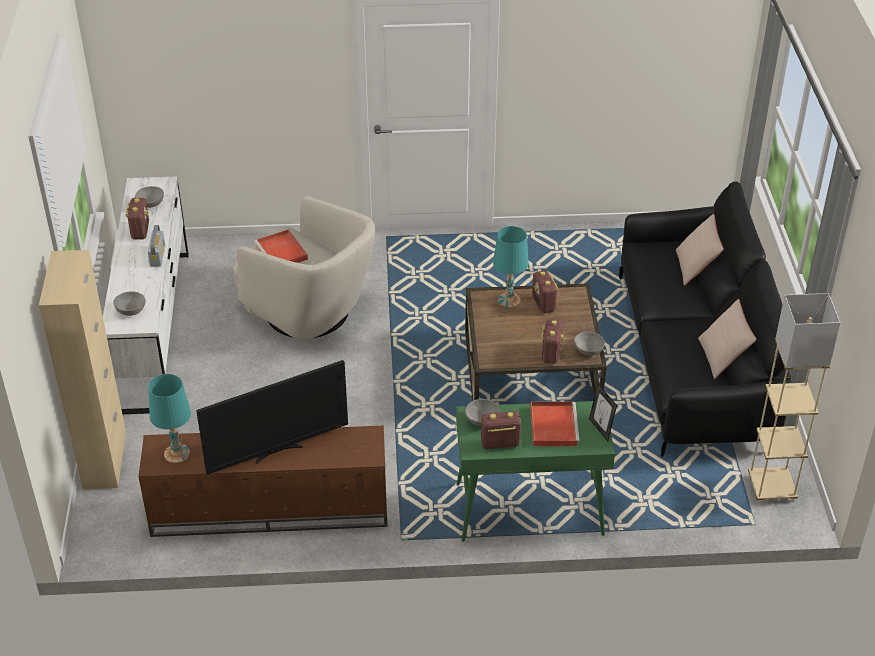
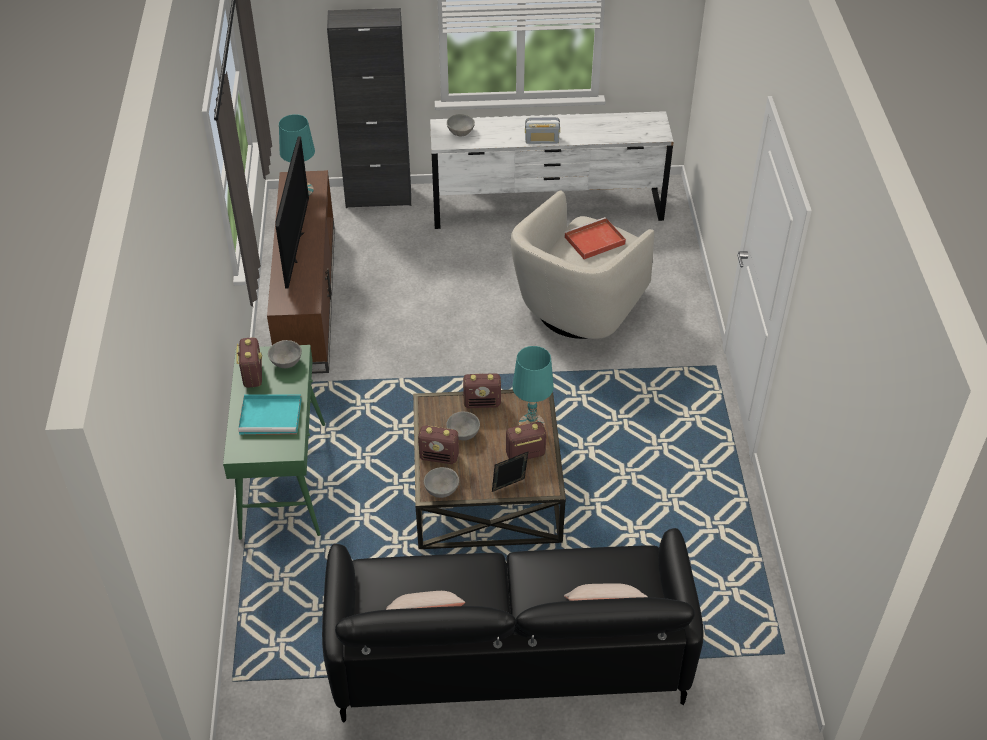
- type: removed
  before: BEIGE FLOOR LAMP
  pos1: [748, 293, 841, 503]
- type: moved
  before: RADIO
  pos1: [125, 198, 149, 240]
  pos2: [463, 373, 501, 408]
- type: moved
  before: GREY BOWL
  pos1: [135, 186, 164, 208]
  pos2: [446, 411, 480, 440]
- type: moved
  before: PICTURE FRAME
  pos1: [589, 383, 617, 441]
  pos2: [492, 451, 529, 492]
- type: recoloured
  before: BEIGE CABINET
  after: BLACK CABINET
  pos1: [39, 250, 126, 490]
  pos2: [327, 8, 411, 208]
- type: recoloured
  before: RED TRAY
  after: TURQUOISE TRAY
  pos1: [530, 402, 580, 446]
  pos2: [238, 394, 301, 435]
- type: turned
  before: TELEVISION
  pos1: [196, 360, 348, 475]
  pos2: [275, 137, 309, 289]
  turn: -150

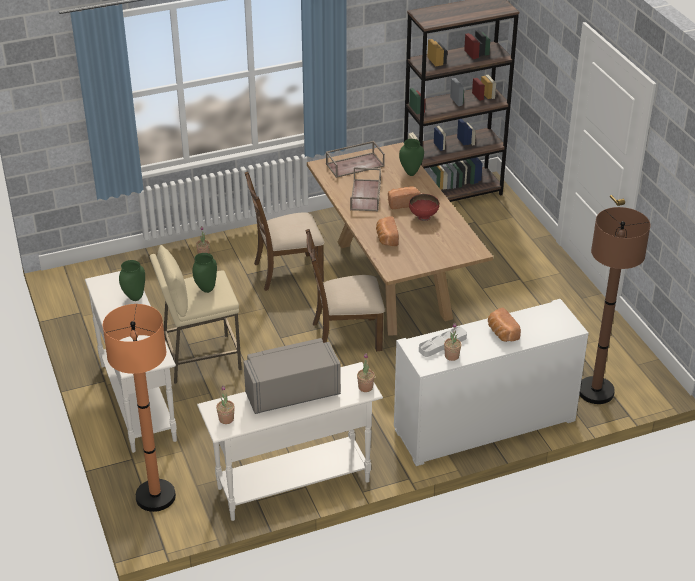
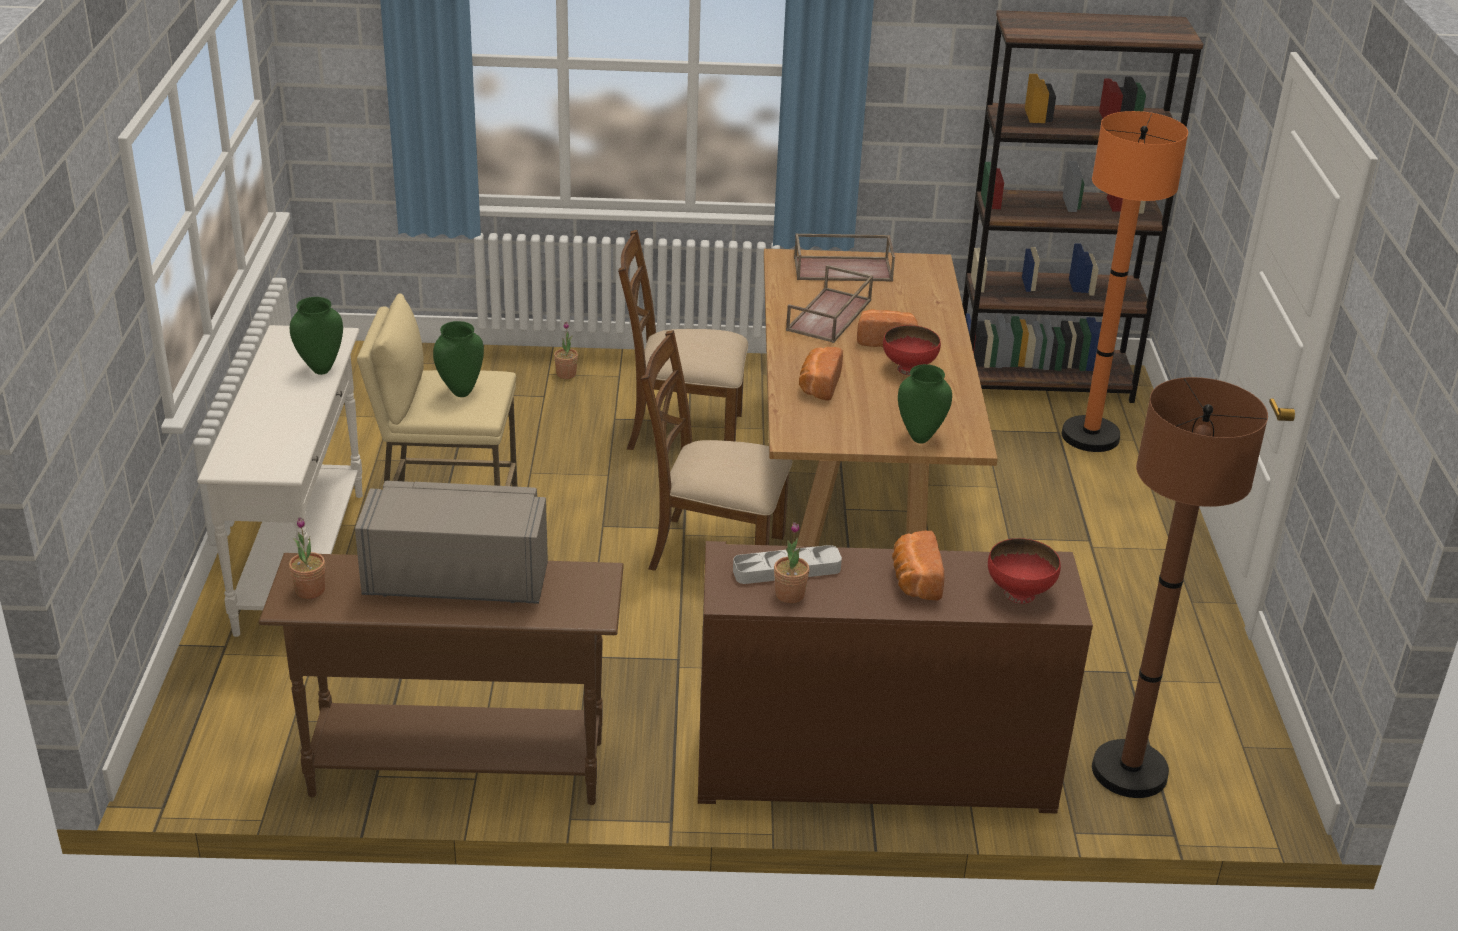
- type: removed
  before: POTTED PLANT
  pos1: [357, 353, 375, 392]
- type: added
  after: RED BOWL
  pos2: [988, 538, 1061, 604]
- type: moved
  before: ORANGE FLOOR LAMP
  pos1: [103, 304, 176, 512]
  pos2: [1062, 111, 1188, 452]
- type: moved
  before: GREEN VASE
  pos1: [399, 139, 424, 176]
  pos2: [898, 364, 952, 444]
- type: recoloured
  before: WHITE CONSOLE TABLE
  after: BROWN CONSOLE TABLE
  pos1: [197, 362, 383, 521]
  pos2: [259, 553, 624, 805]
- type: recoloured
  before: WHITE CABINET
  after: BROWN CABINET
  pos1: [394, 299, 589, 466]
  pos2: [698, 541, 1093, 814]

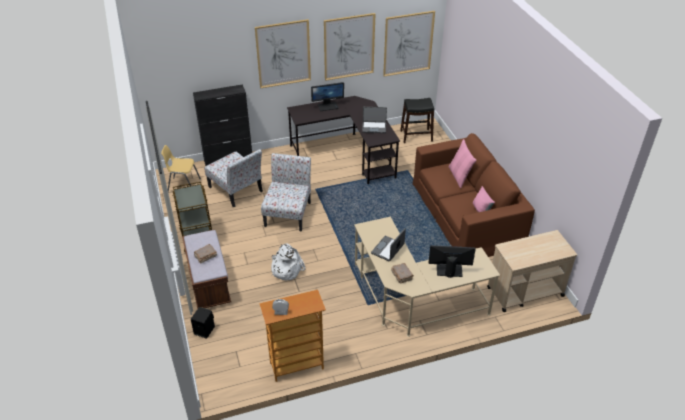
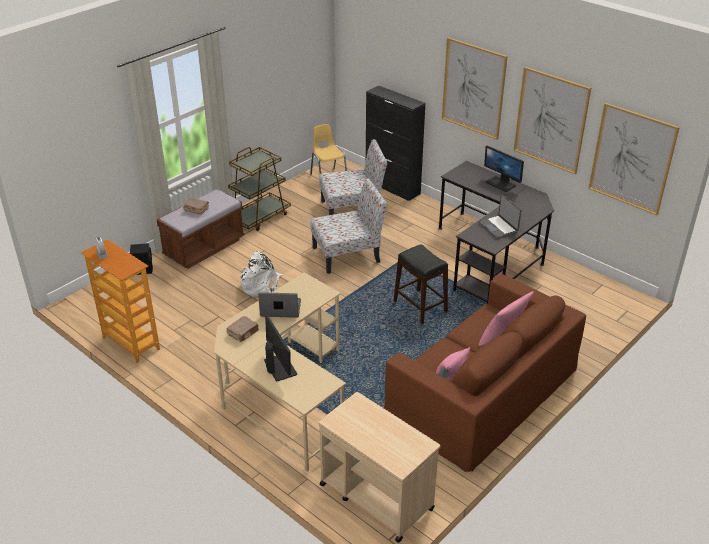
- type: moved
  before: BLACK STOOL
  pos1: [400, 98, 434, 143]
  pos2: [394, 245, 448, 325]
- type: turned
  before: CHAIR
  pos1: [204, 149, 263, 207]
  pos2: [319, 139, 387, 215]
  turn: -120

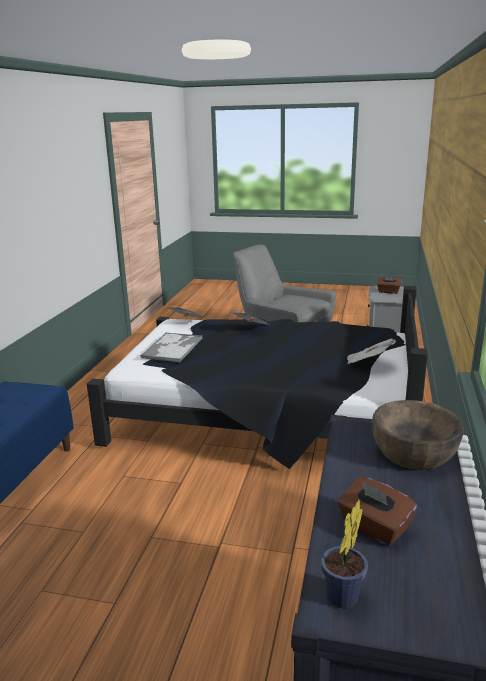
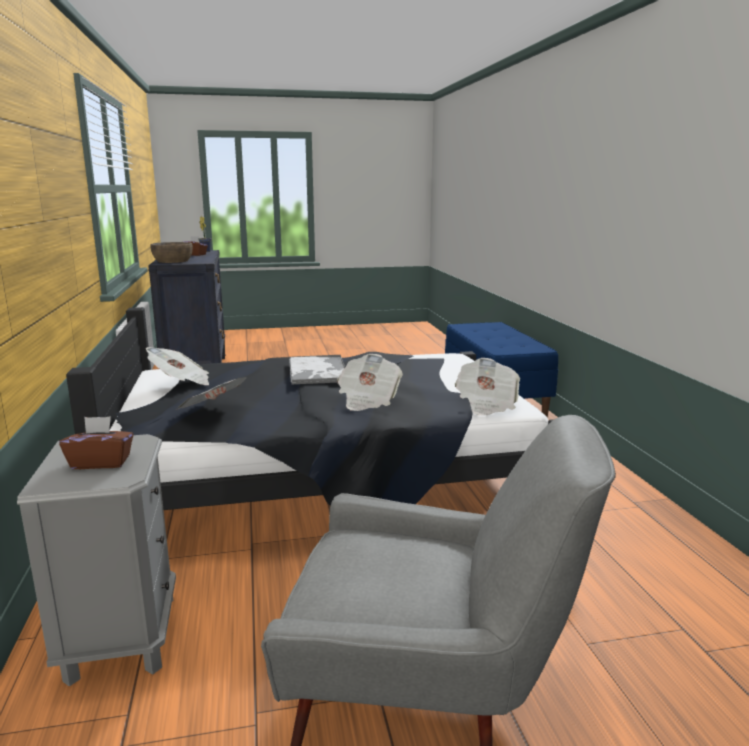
- type: added
  after: NEWSPAPER
  pos2: [175, 377, 247, 410]
- type: moved
  before: TRAY
  pos1: [140, 333, 203, 362]
  pos2: [289, 355, 345, 384]

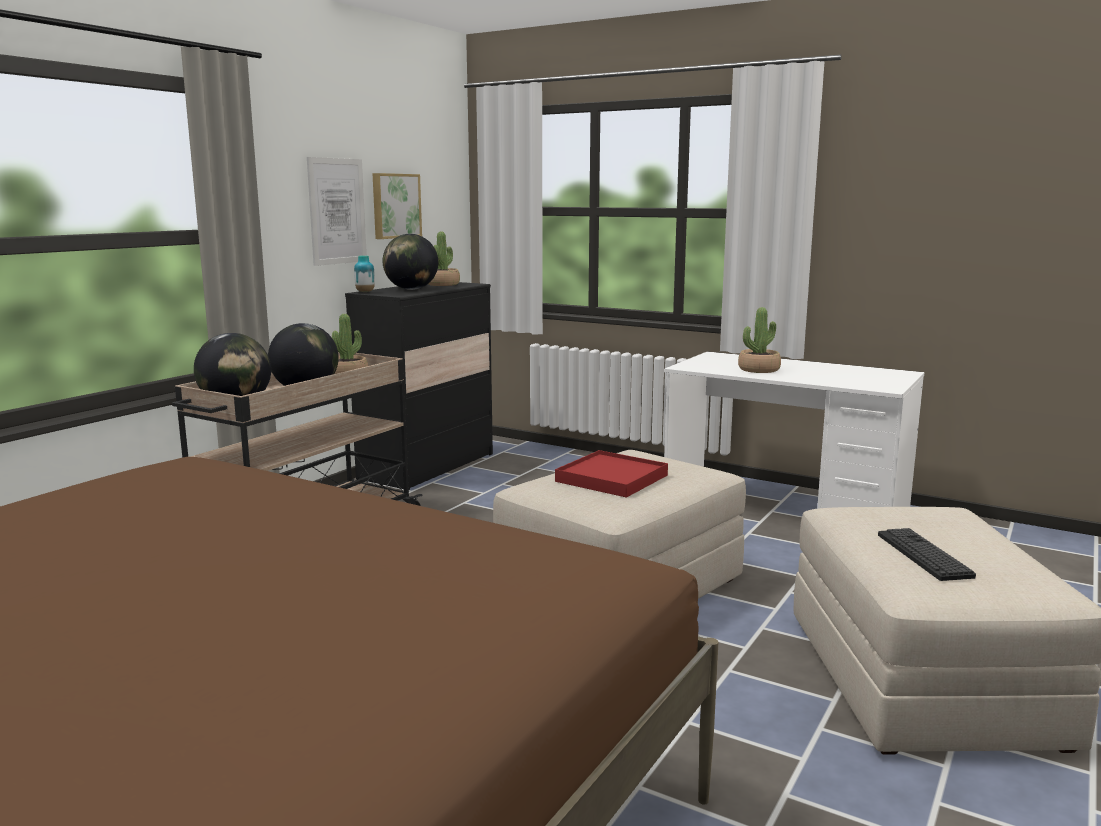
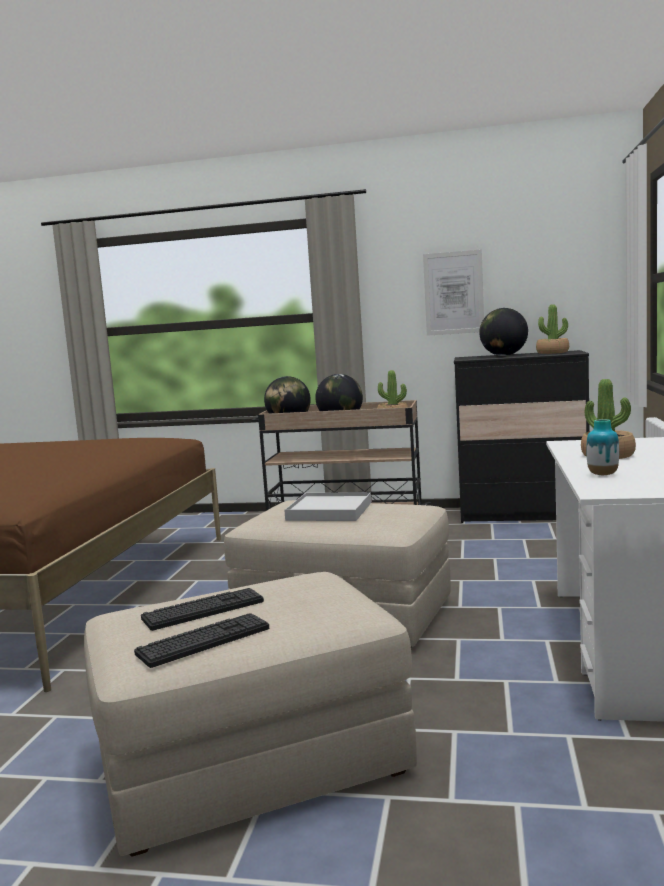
- type: removed
  before: PICTURE
  pos1: [372, 173, 422, 239]
- type: added
  after: KEYBOARD
  pos2: [134, 613, 269, 668]
- type: moved
  before: VASE
  pos1: [354, 255, 375, 292]
  pos2: [586, 419, 619, 475]
- type: recoloured
  before: RED TRAY
  after: WHITE TRAY
  pos1: [555, 450, 668, 498]
  pos2: [284, 492, 371, 521]

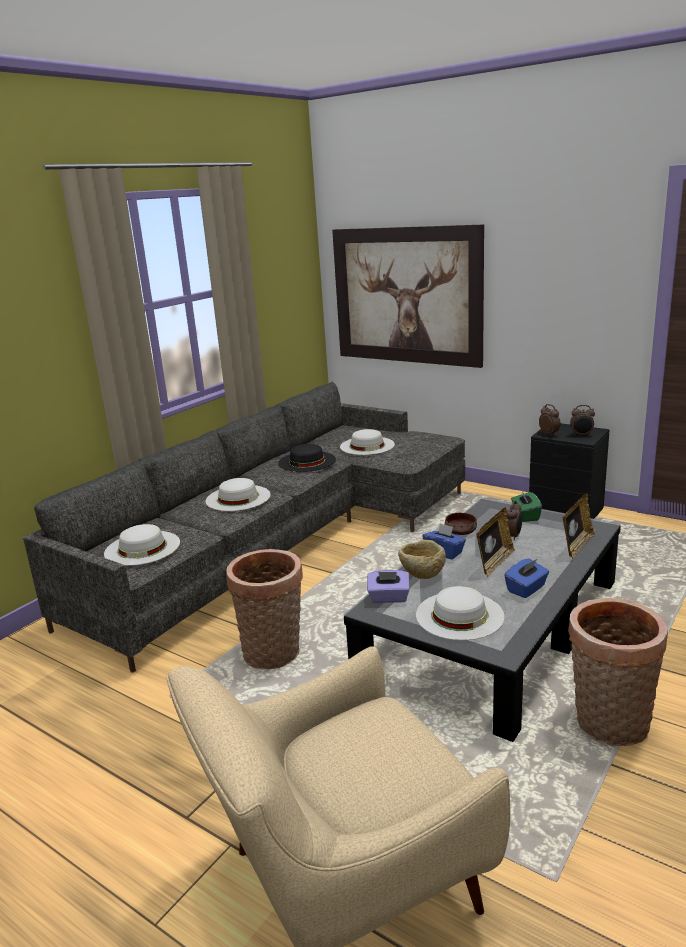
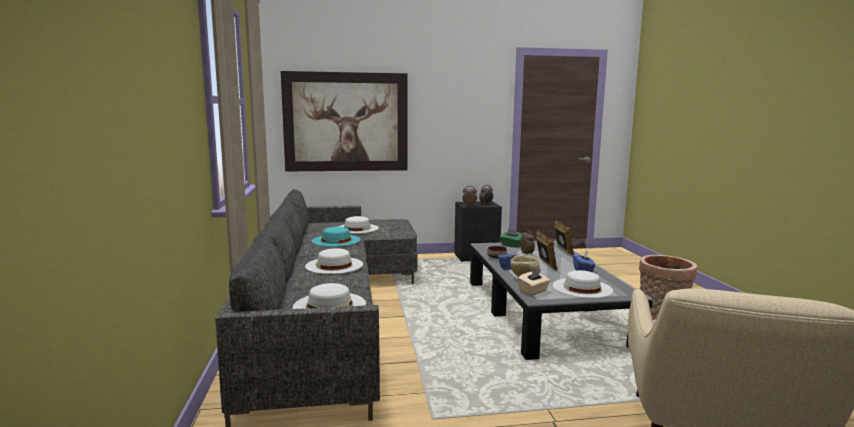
- type: removed
  before: BASKET
  pos1: [226, 549, 303, 669]
- type: recoloured
  before: BLACK HAT
  after: TURQUOISE HAT
  pos1: [278, 444, 336, 472]
  pos2: [312, 227, 360, 247]
- type: recoloured
  before: PURPLE TISSUE BOX
  after: BEIGE TISSUE BOX
  pos1: [367, 570, 410, 603]
  pos2: [518, 269, 550, 296]

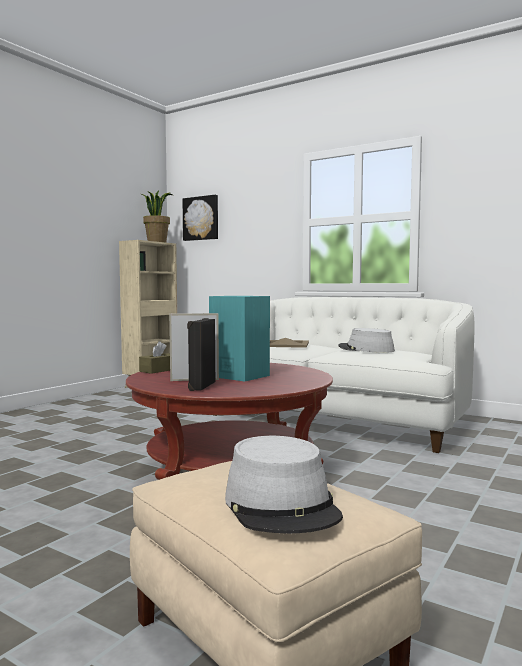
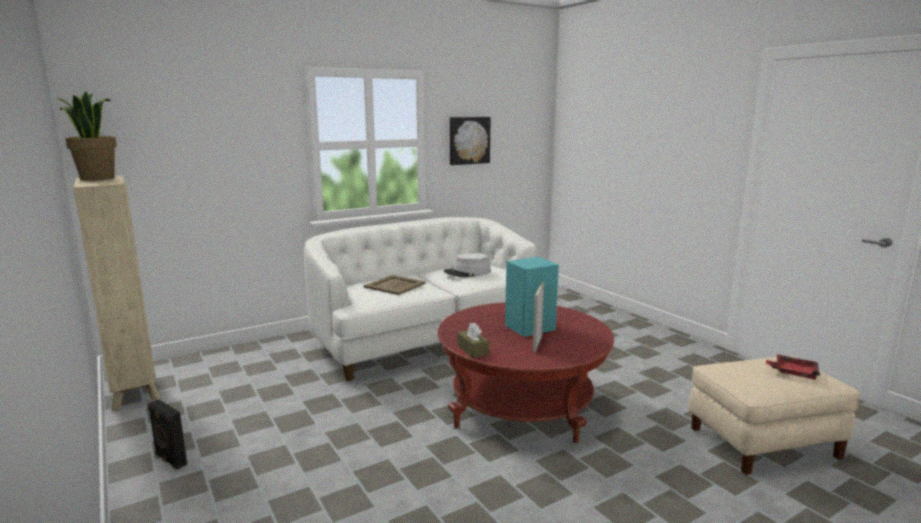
- type: moved
  before: PICTURE
  pos1: [182, 195, 218, 241]
  pos2: [450, 117, 491, 165]
- type: moved
  before: BLACK SPEAKER
  pos1: [187, 318, 215, 391]
  pos2: [148, 400, 187, 470]
- type: replaced
  before: GREY HAT
  after: RED TRAY
  pos1: [225, 436, 343, 533]
  pos2: [766, 354, 820, 380]

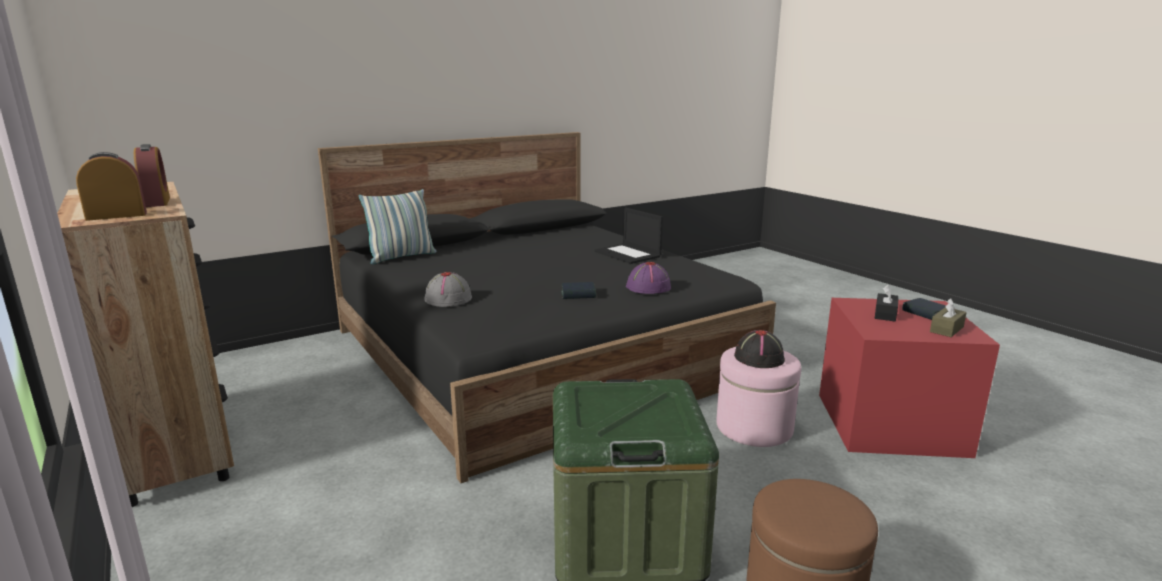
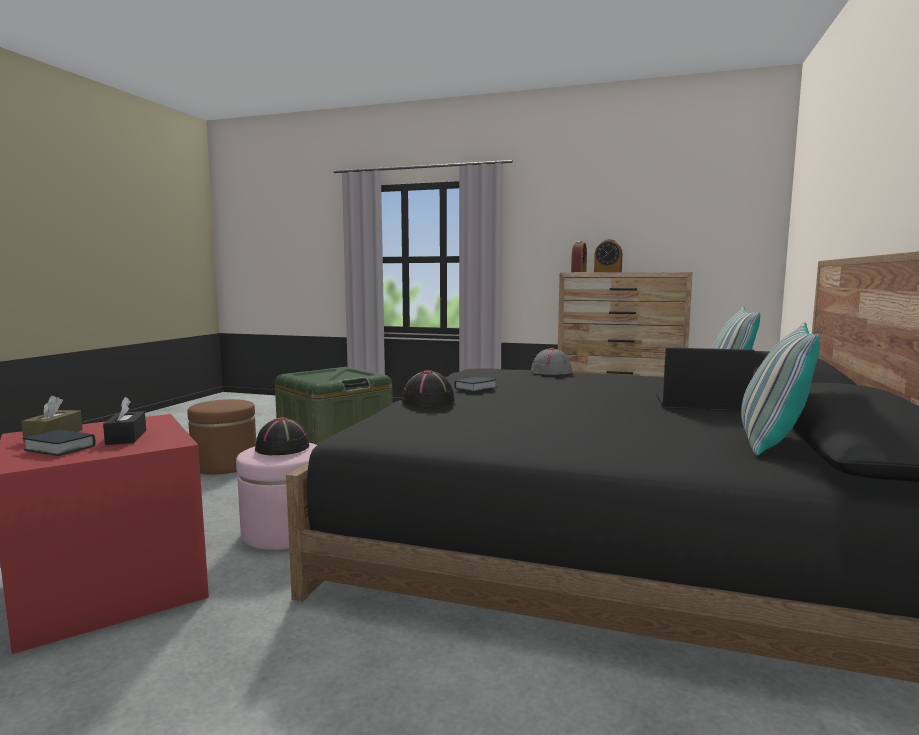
- type: added
  after: PILLOW
  pos2: [741, 322, 820, 456]
- type: moved
  before: LAPTOP
  pos1: [594, 207, 663, 264]
  pos2: [656, 347, 755, 410]
- type: recoloured
  before: PURPLE HAT
  after: BLACK HAT
  pos1: [626, 262, 671, 294]
  pos2: [402, 370, 455, 408]

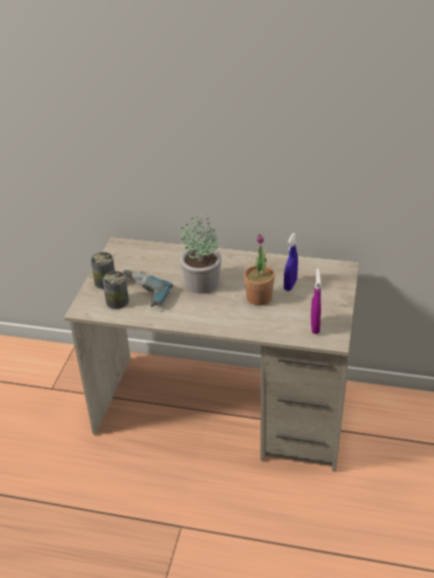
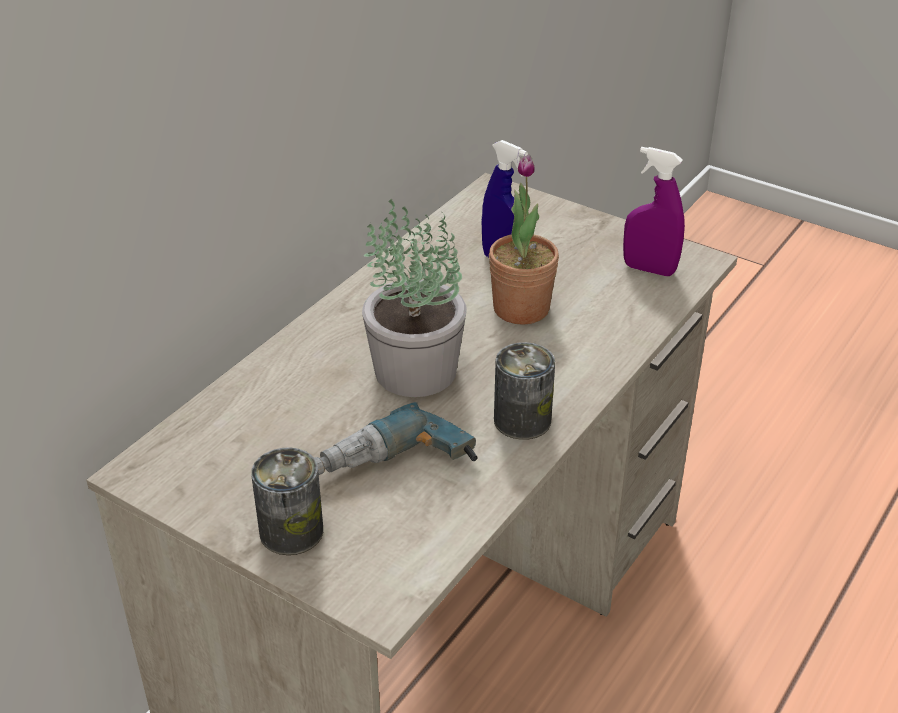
- type: moved
  before: CAN
  pos1: [102, 271, 129, 309]
  pos2: [494, 342, 555, 440]

